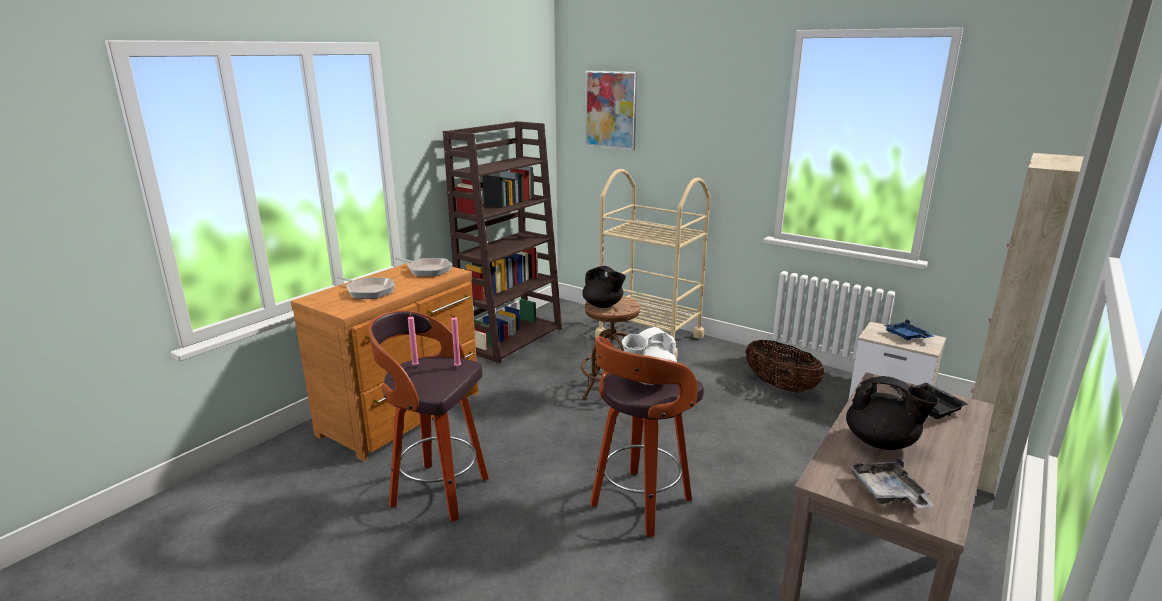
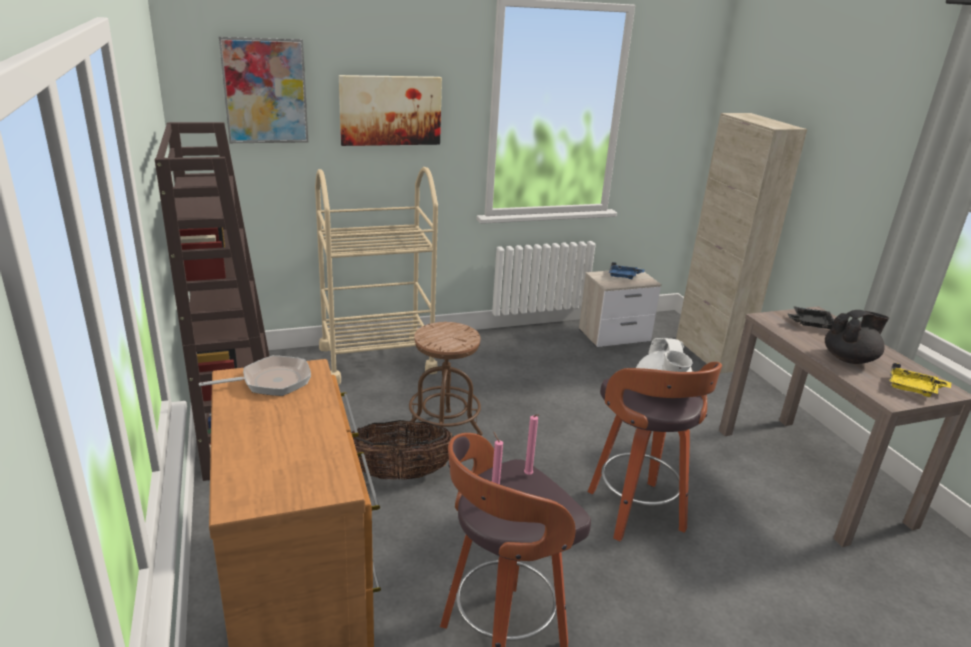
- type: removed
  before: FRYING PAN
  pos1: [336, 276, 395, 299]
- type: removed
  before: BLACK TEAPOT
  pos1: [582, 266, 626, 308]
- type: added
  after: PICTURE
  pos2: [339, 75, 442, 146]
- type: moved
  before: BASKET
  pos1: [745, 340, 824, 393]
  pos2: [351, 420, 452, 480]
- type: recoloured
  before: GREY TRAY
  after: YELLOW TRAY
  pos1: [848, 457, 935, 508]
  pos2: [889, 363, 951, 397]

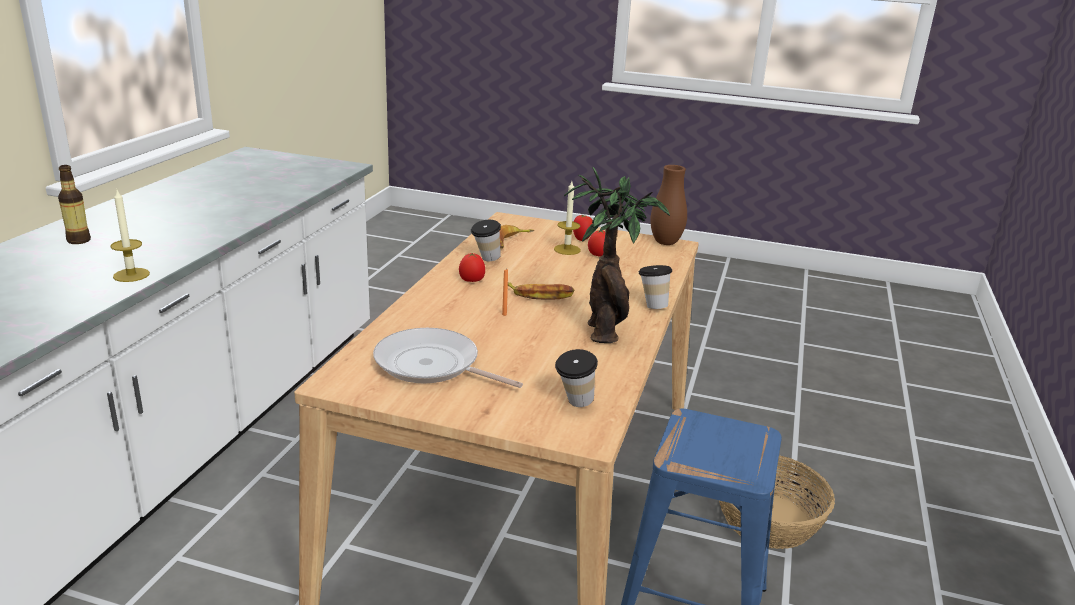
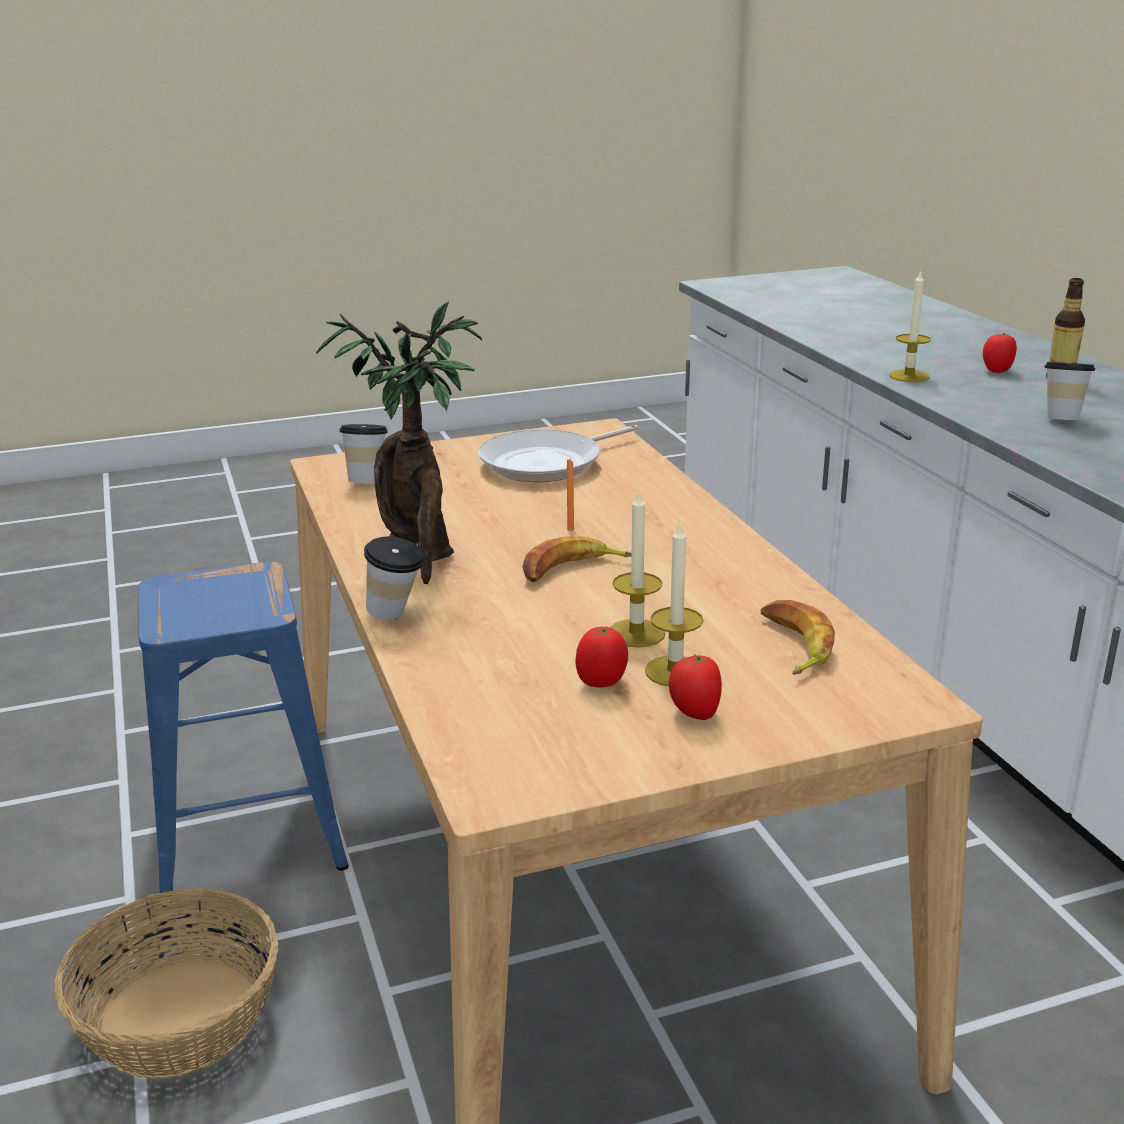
- type: removed
  before: BROWN VASE
  pos1: [650, 165, 687, 245]
- type: added
  after: CANDLE
  pos2: [610, 489, 665, 648]
- type: moved
  before: TOMATO
  pos1: [459, 253, 485, 282]
  pos2: [983, 333, 1017, 373]
- type: moved
  before: CUP
  pos1: [471, 220, 501, 261]
  pos2: [1045, 362, 1095, 420]
- type: turned
  before: FRYING PAN
  pos1: [373, 328, 523, 388]
  pos2: [478, 425, 639, 482]
  turn: 150

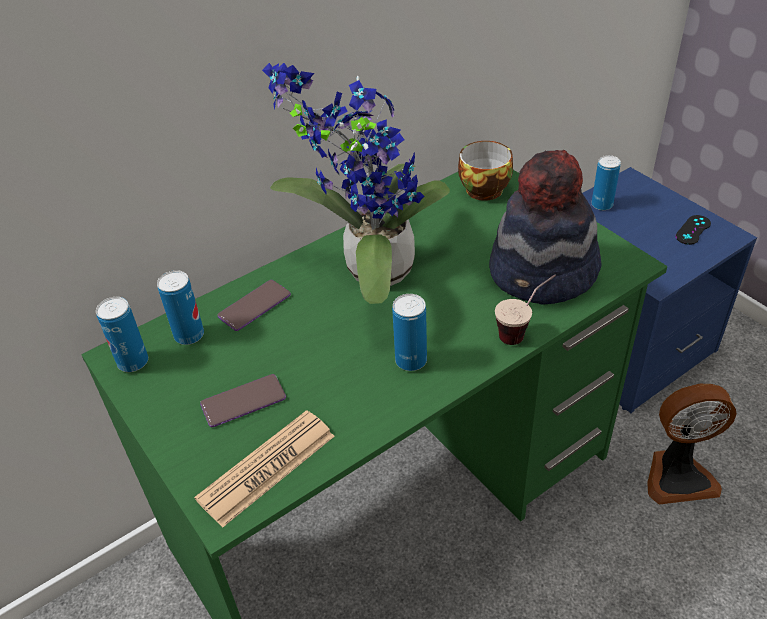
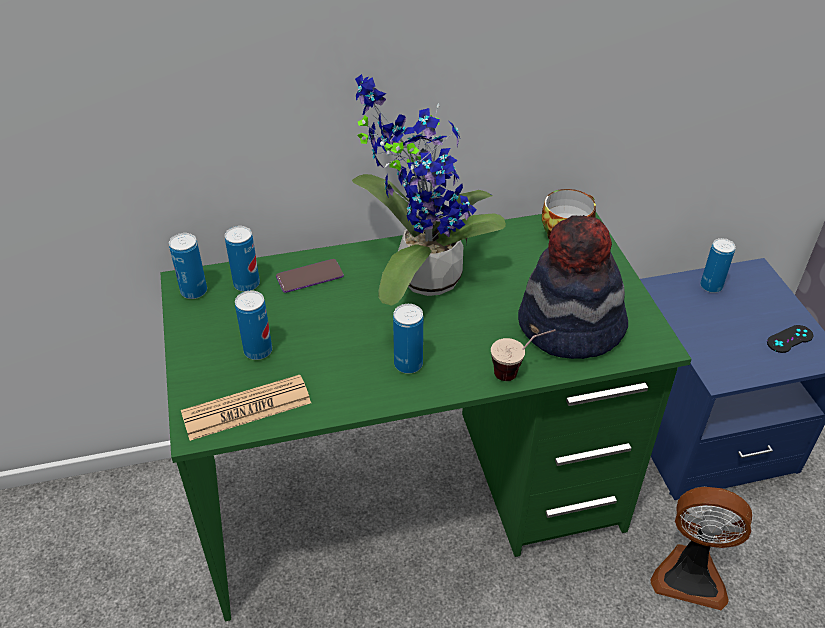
- type: replaced
  before: PHONE
  after: CAN
  pos1: [200, 374, 286, 427]
  pos2: [235, 291, 272, 360]

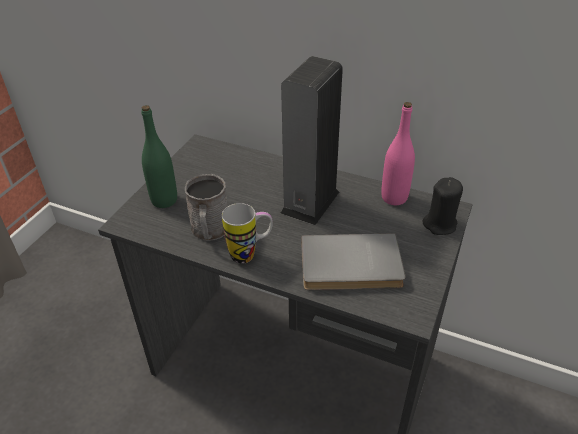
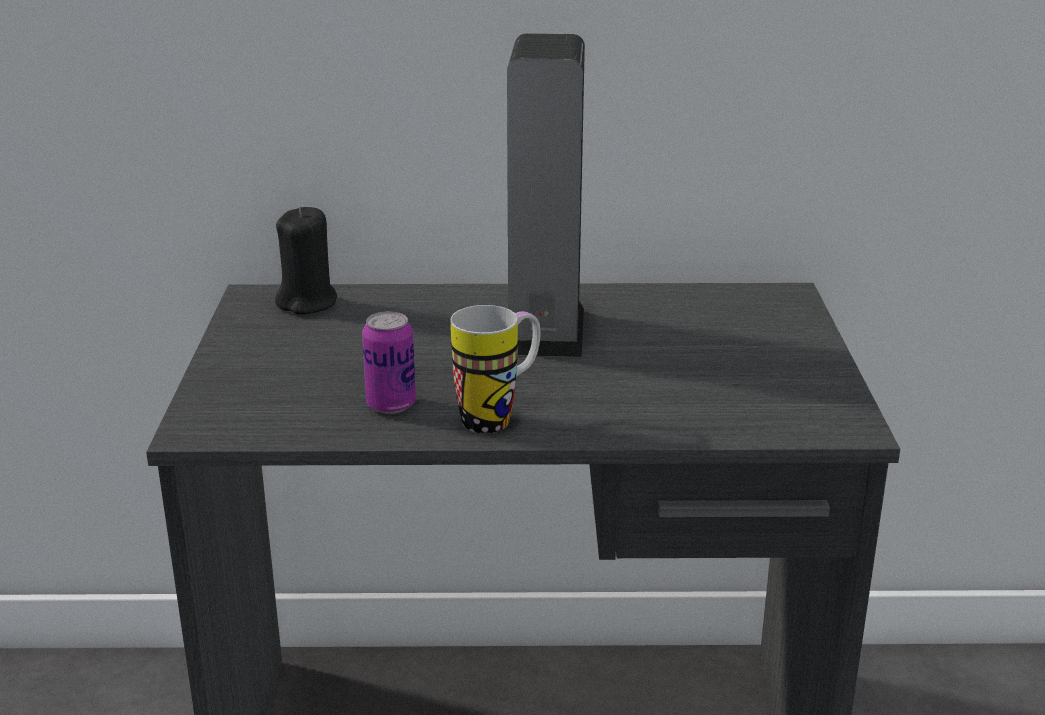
- type: removed
  before: GREEN BOTTLE
  pos1: [141, 105, 177, 208]
- type: removed
  before: GREY BOOK
  pos1: [301, 233, 405, 290]
- type: removed
  before: PINK BOTTLE
  pos1: [381, 102, 415, 205]
- type: moved
  before: BLACK CANDLE
  pos1: [422, 177, 463, 235]
  pos2: [275, 207, 337, 314]
- type: replaced
  before: GREY MUG
  after: CAN
  pos1: [184, 174, 228, 241]
  pos2: [362, 311, 416, 414]

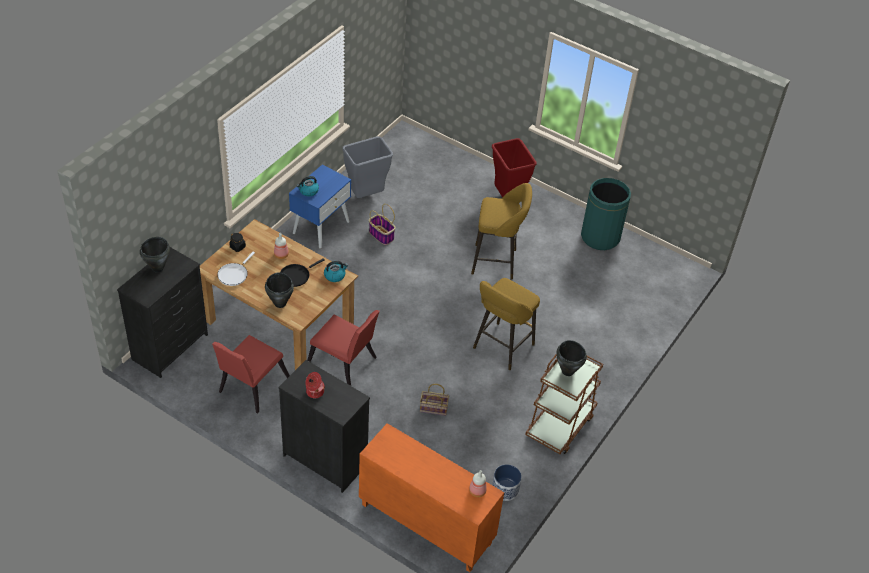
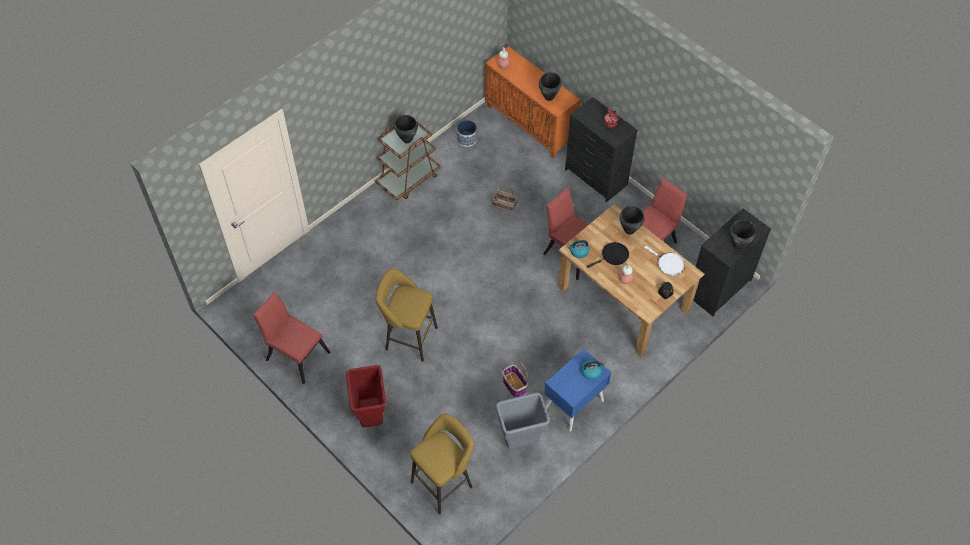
- type: added
  after: BLACK COOKING POT
  pos2: [539, 72, 562, 101]
- type: moved
  before: YELLOW STOOL
  pos1: [473, 278, 540, 370]
  pos2: [411, 413, 474, 514]
- type: replaced
  before: GREEN TRASH CAN
  after: RED CHAIR
  pos1: [581, 178, 631, 250]
  pos2: [253, 291, 331, 384]
- type: turned
  before: WHITE FRYING PAN
  pos1: [217, 252, 255, 286]
  pos2: [644, 246, 685, 276]
  turn: 90

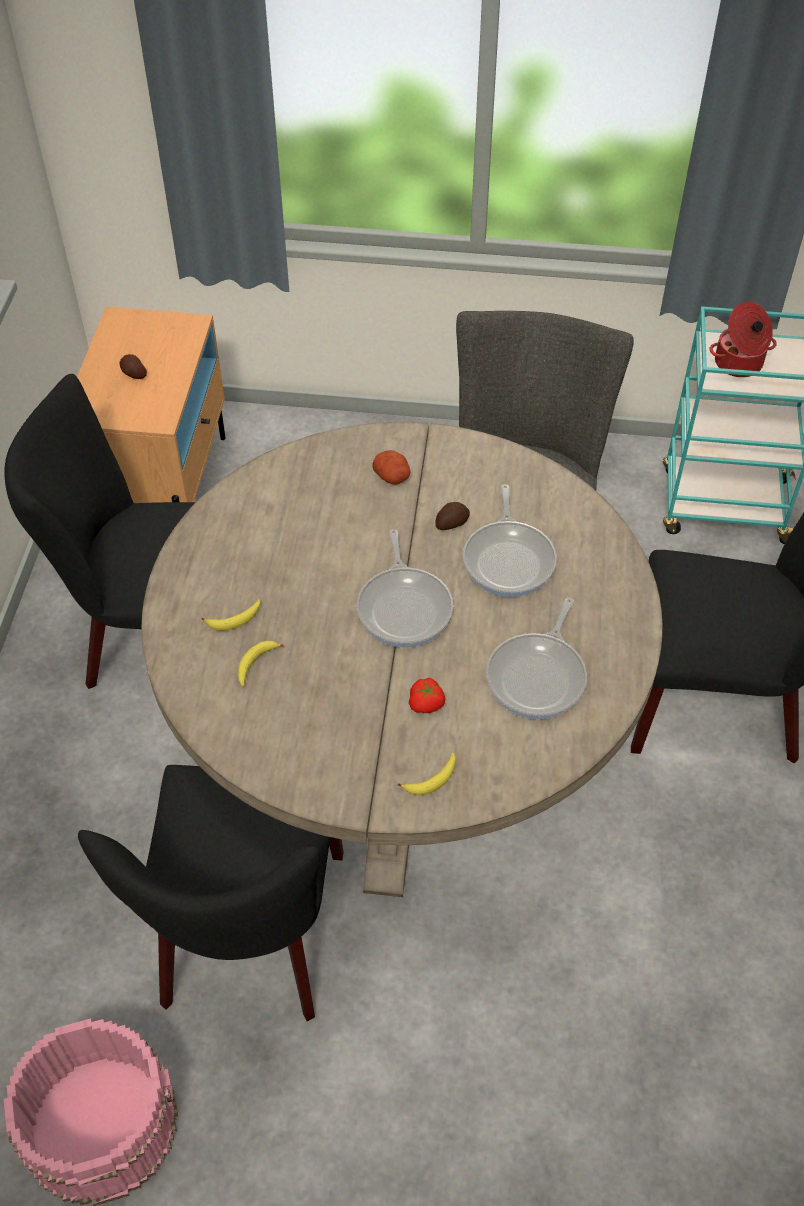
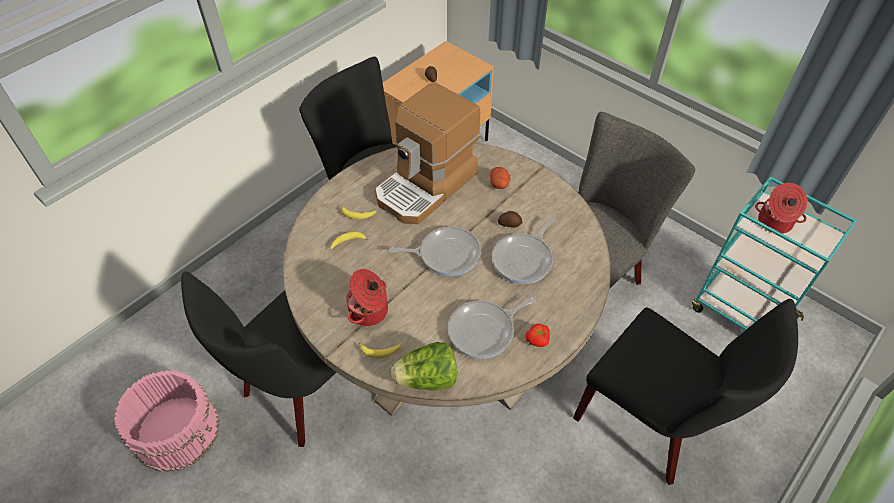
- type: added
  after: COOKING POT
  pos2: [346, 269, 388, 326]
- type: added
  after: COFFEE MACHINE
  pos2: [375, 82, 480, 224]
- type: added
  after: LETTUCE
  pos2: [391, 342, 457, 391]
- type: moved
  before: TOMATO
  pos1: [409, 678, 445, 713]
  pos2: [525, 323, 550, 347]
- type: turned
  before: FRYING PAN
  pos1: [357, 529, 453, 647]
  pos2: [389, 226, 481, 276]
  turn: -120

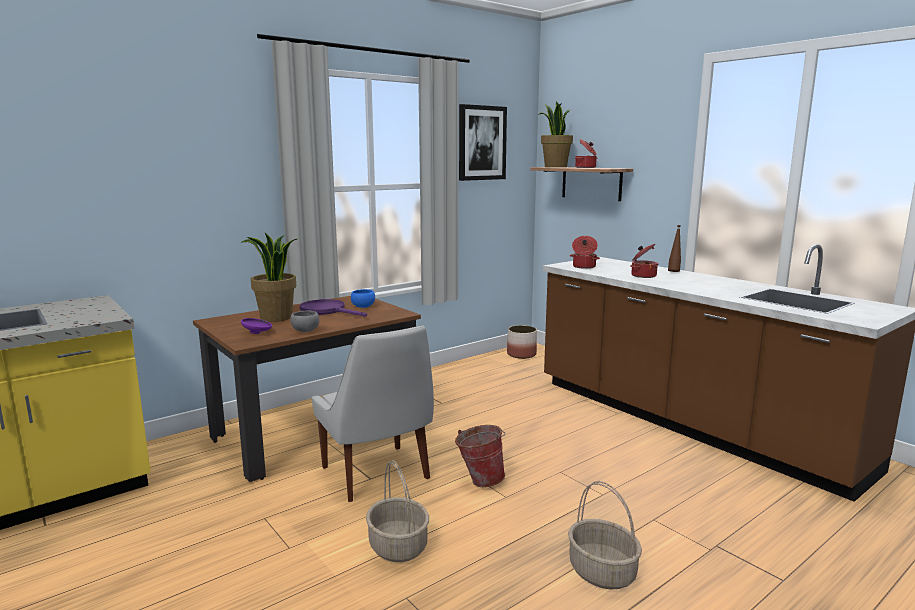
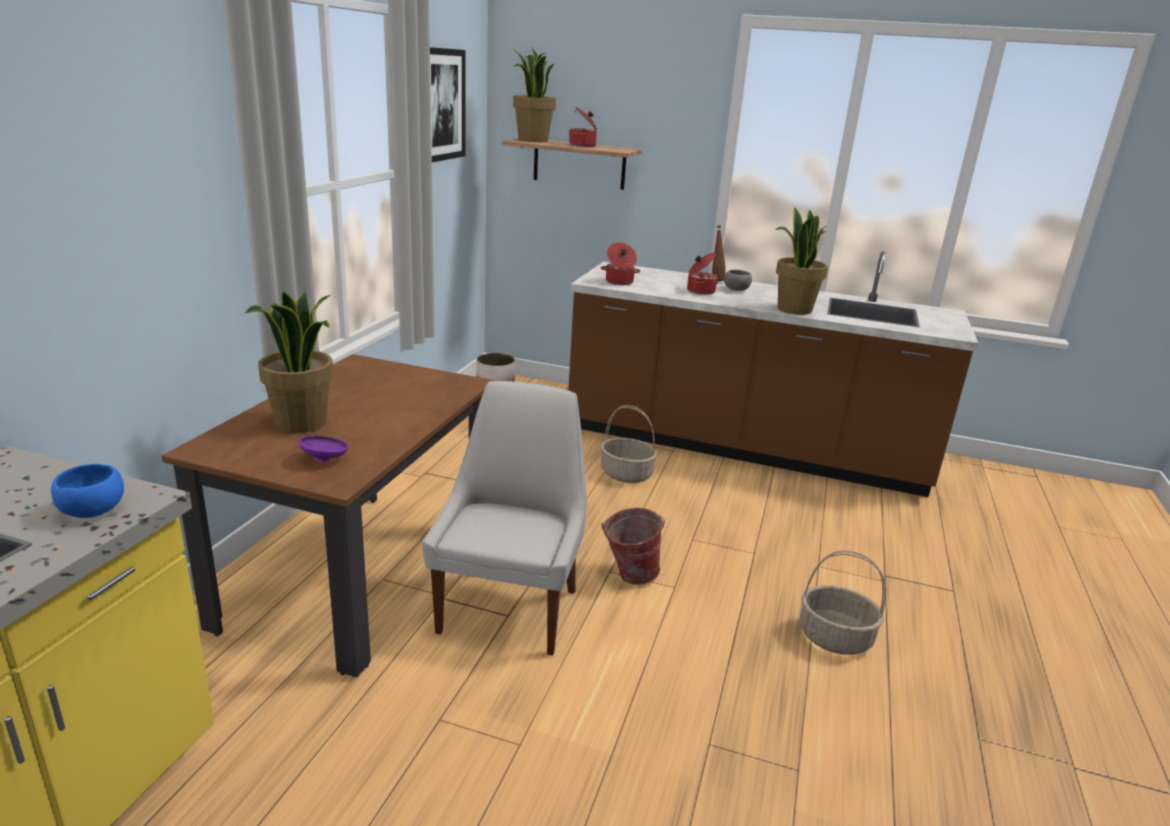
- type: removed
  before: PURPLE FRYING PAN
  pos1: [300, 299, 367, 317]
- type: added
  after: POTTED PLANT
  pos2: [775, 207, 828, 315]
- type: moved
  before: GREY BOWL
  pos1: [290, 311, 319, 332]
  pos2: [724, 270, 752, 291]
- type: moved
  before: BLUE BOWL
  pos1: [351, 289, 375, 308]
  pos2: [51, 464, 124, 518]
- type: moved
  before: BASKET
  pos1: [366, 460, 429, 562]
  pos2: [601, 405, 657, 483]
- type: turned
  before: WHITE CHAIR
  pos1: [312, 326, 434, 502]
  pos2: [422, 381, 587, 656]
  turn: -105

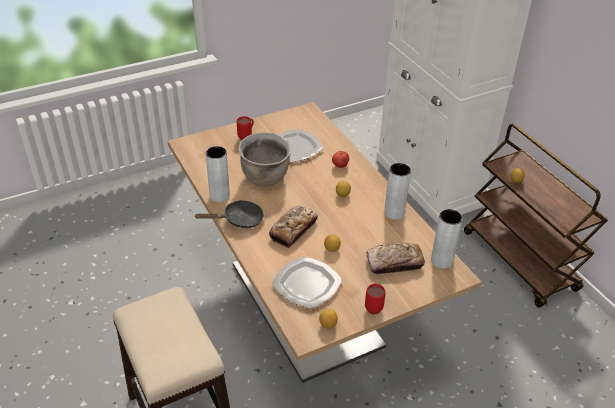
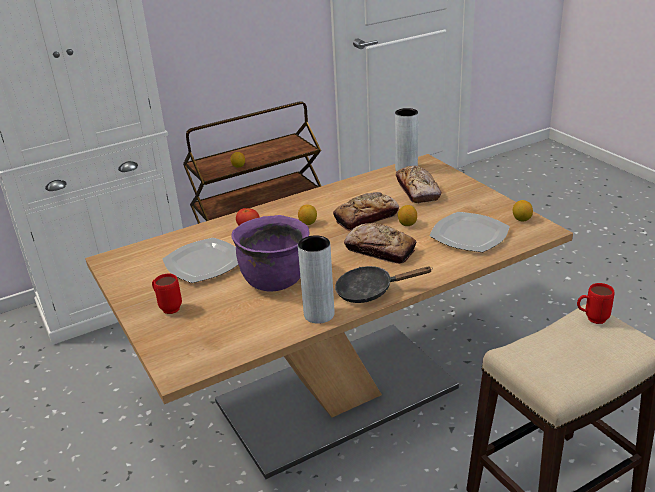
- type: removed
  before: GREY VASE
  pos1: [384, 163, 411, 219]
- type: added
  after: BREAD
  pos2: [333, 192, 399, 231]
- type: moved
  before: RED MUG
  pos1: [365, 283, 386, 314]
  pos2: [577, 283, 614, 324]
- type: recoloured
  before: BROWN COOKING POT
  after: PURPLE COOKING POT
  pos1: [239, 132, 291, 186]
  pos2: [232, 215, 309, 292]
- type: turned
  before: BLACK FRYING PAN
  pos1: [194, 200, 264, 228]
  pos2: [335, 266, 433, 303]
  turn: -75

